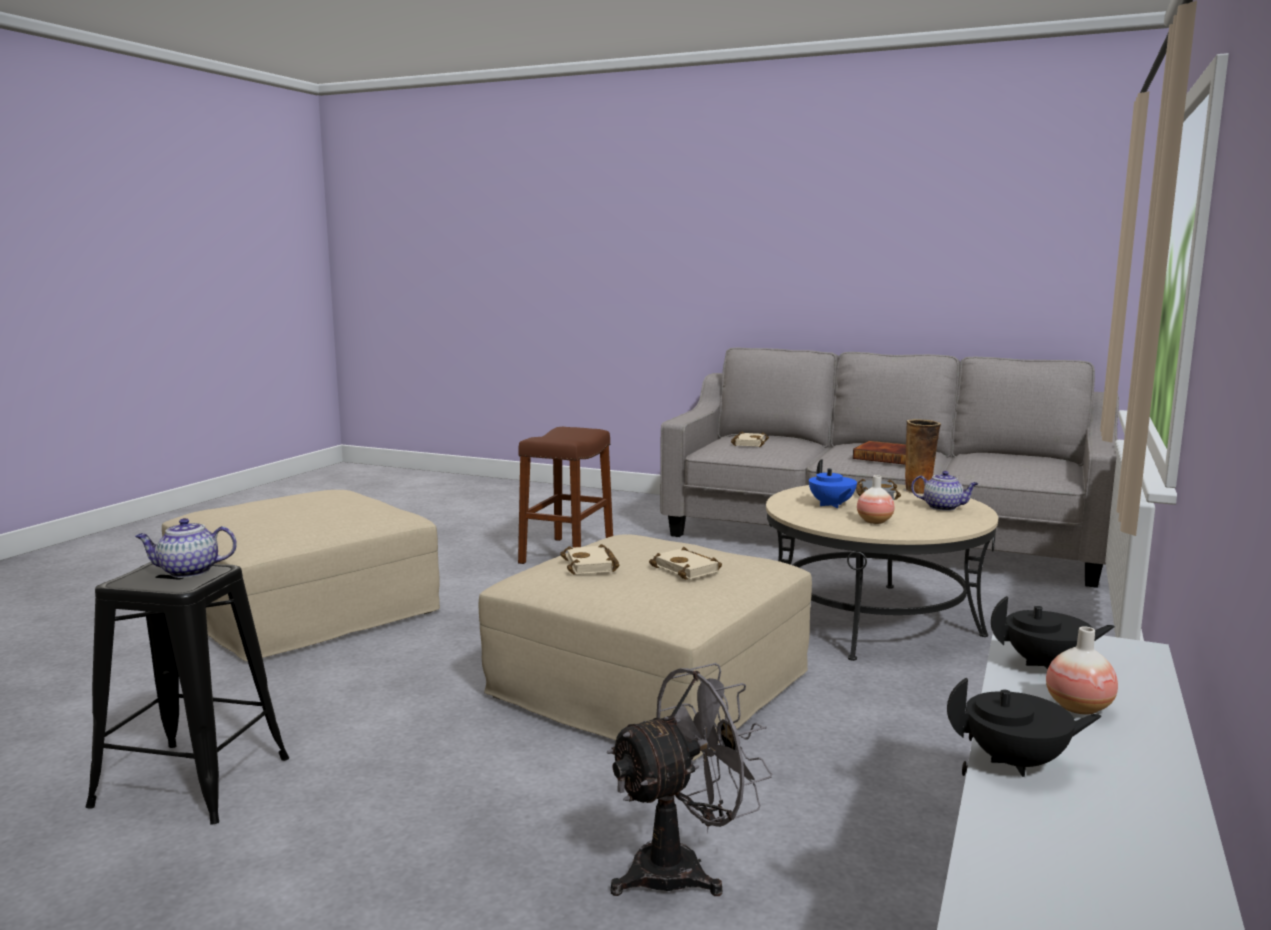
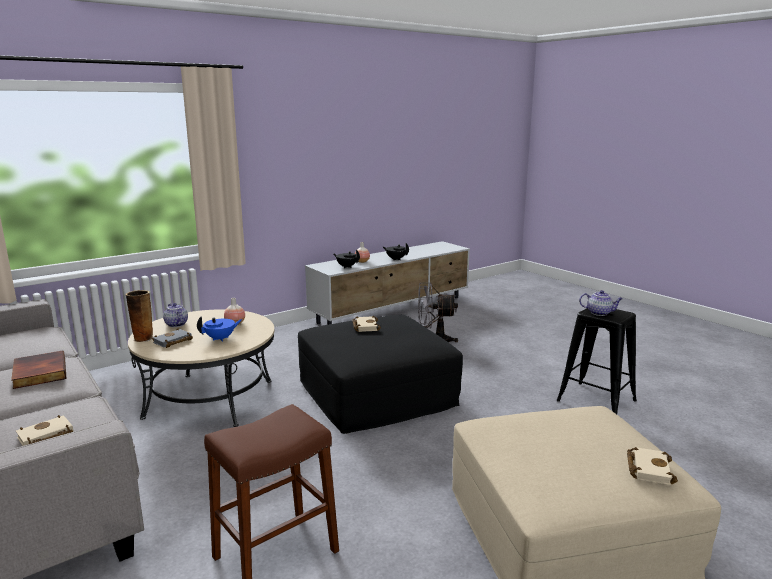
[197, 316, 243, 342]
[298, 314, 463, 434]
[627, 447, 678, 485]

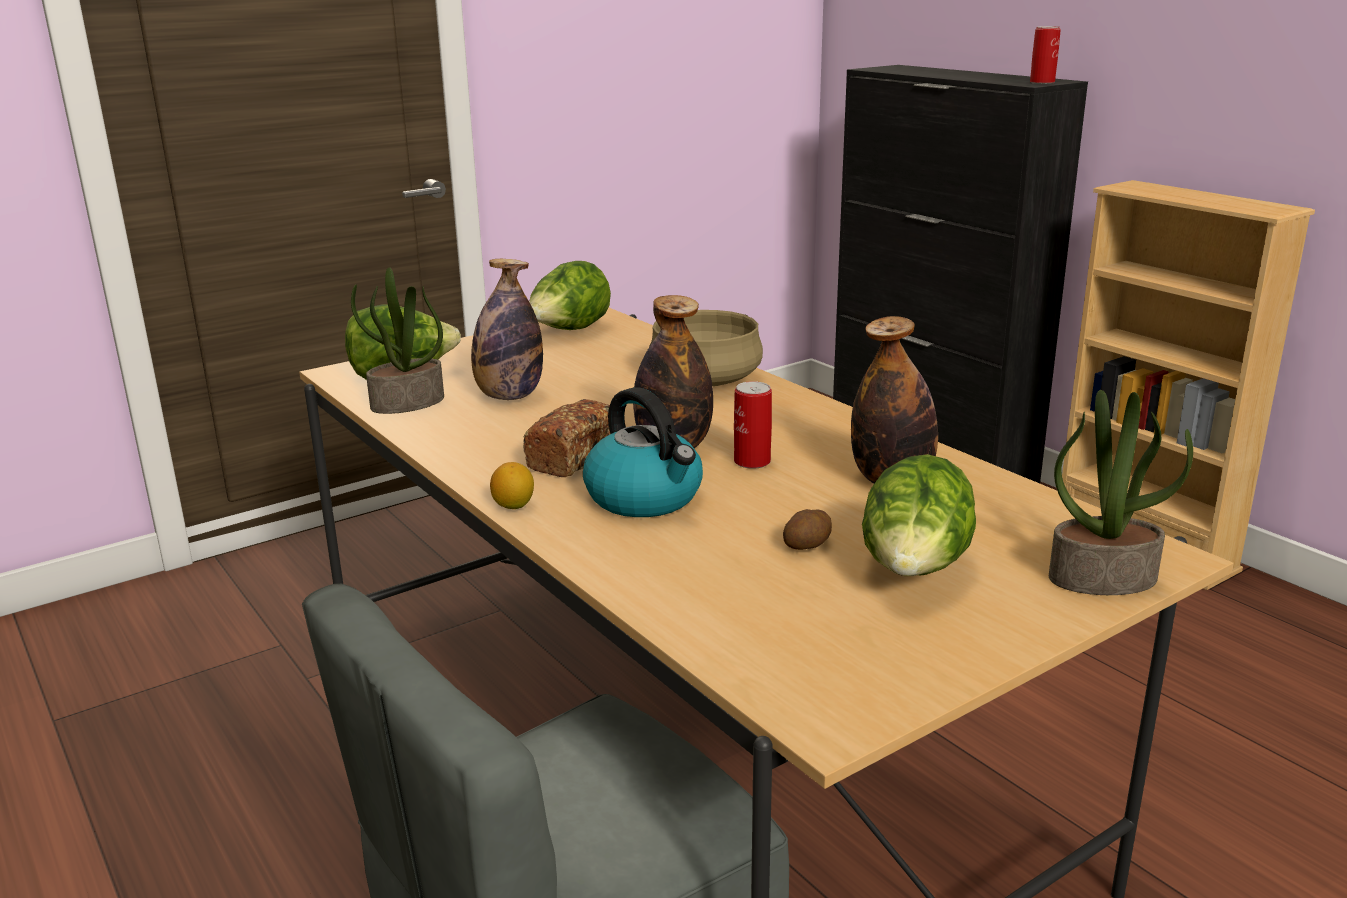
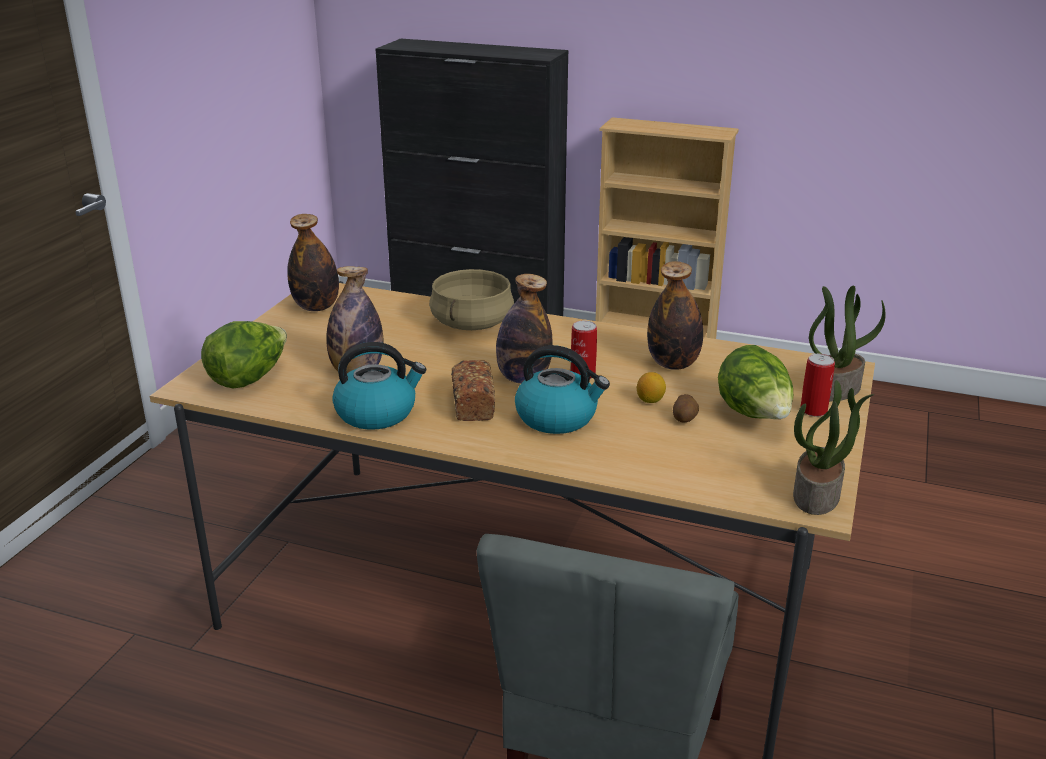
[800, 354, 835, 417]
[287, 214, 339, 311]
[793, 380, 874, 515]
[637, 372, 666, 403]
[332, 342, 426, 430]

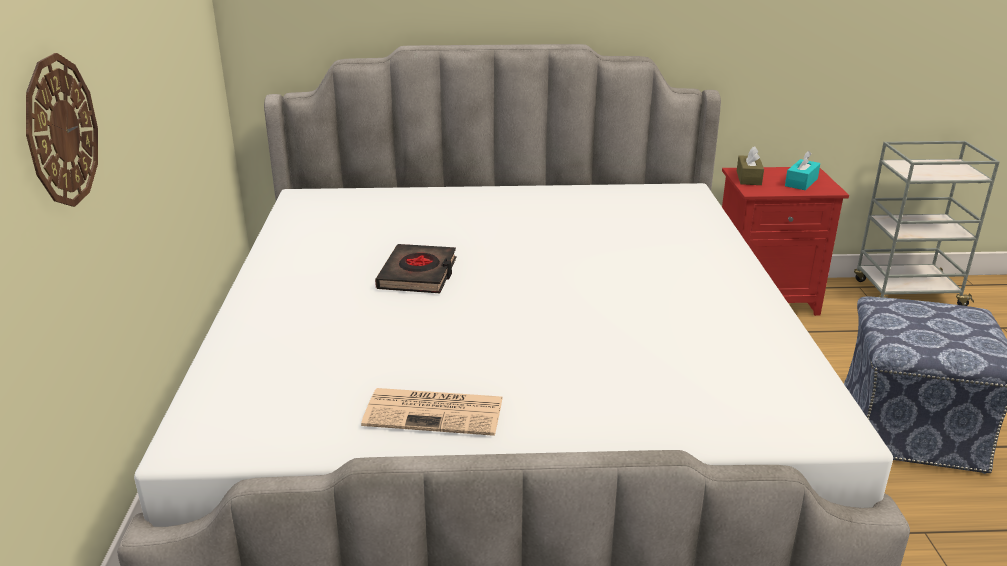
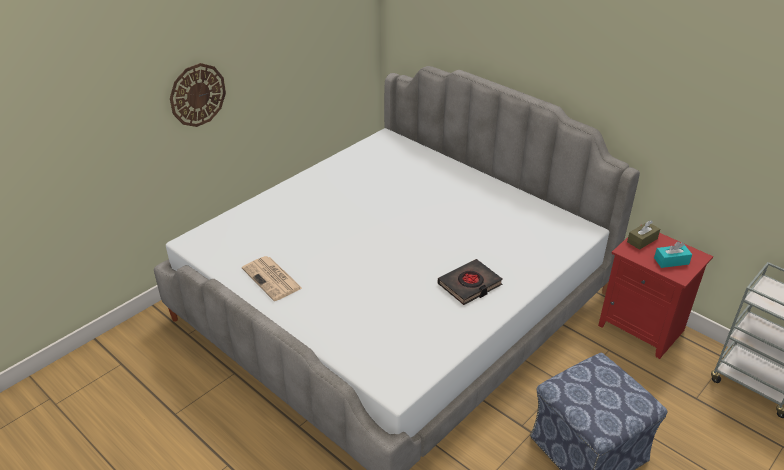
[438, 259, 503, 305]

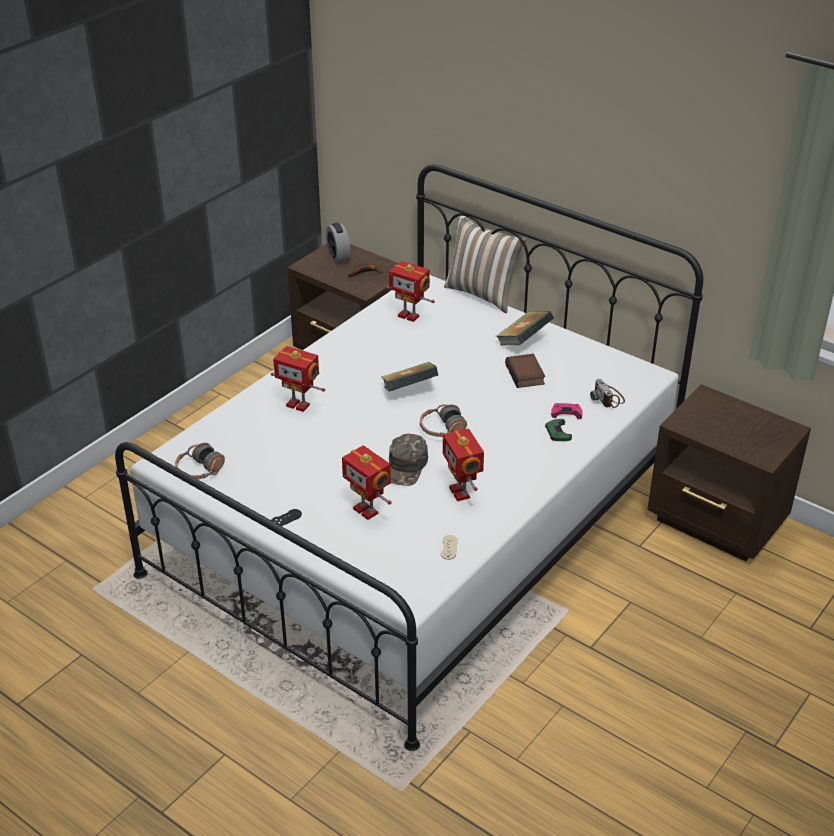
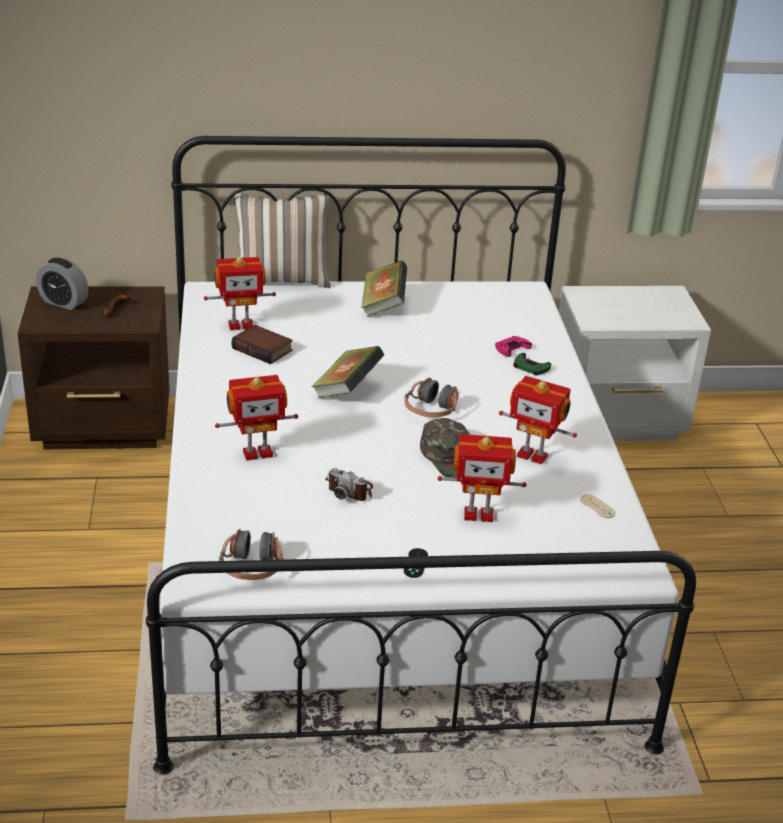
[232, 325, 293, 364]
[325, 468, 373, 501]
[559, 286, 711, 441]

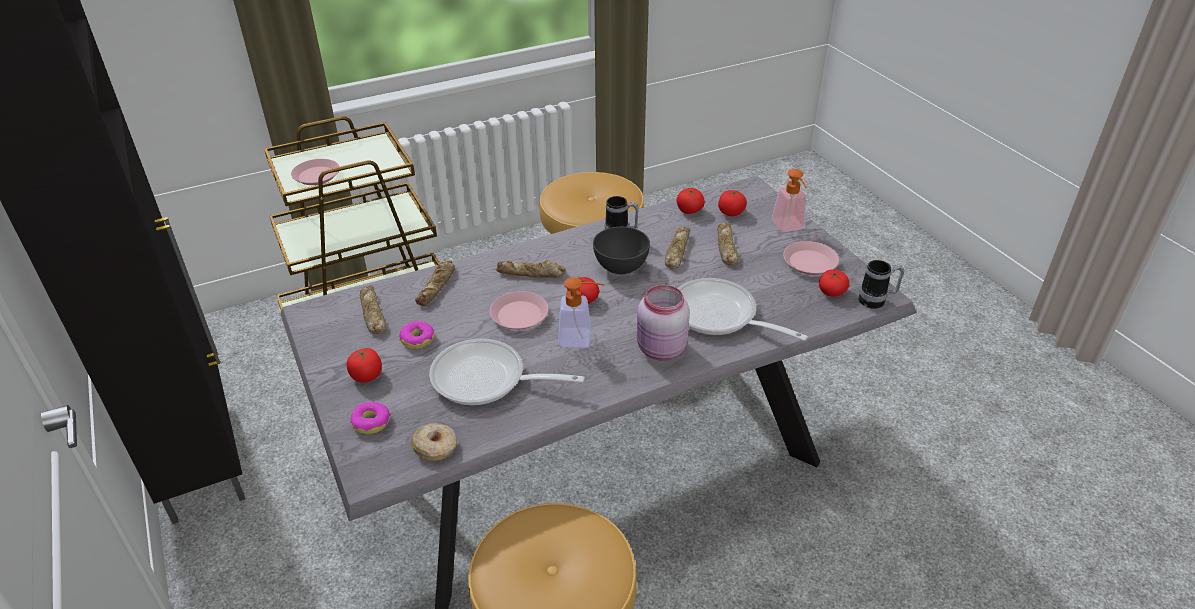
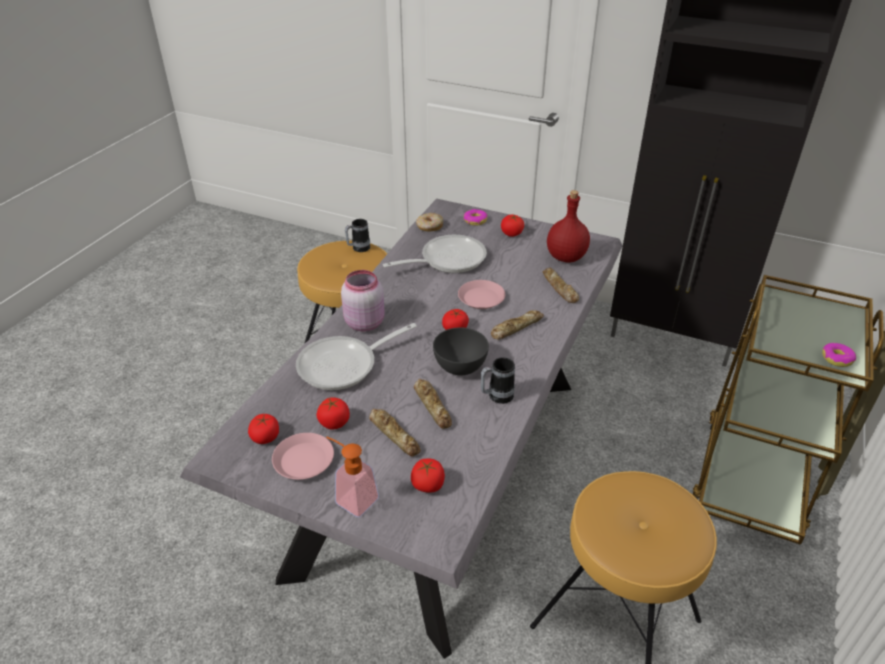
[291, 159, 340, 185] (first image)
[317, 397, 350, 430]
[345, 219, 370, 252]
[558, 277, 605, 348] (first image)
[296, 323, 417, 390]
[547, 190, 590, 262]
[822, 343, 856, 367]

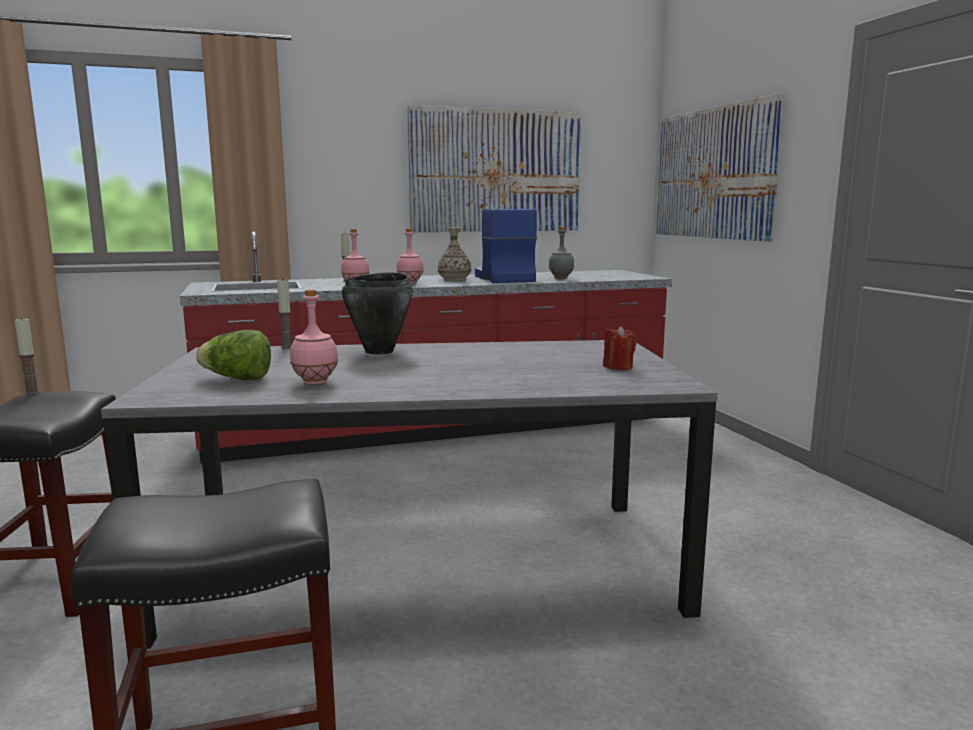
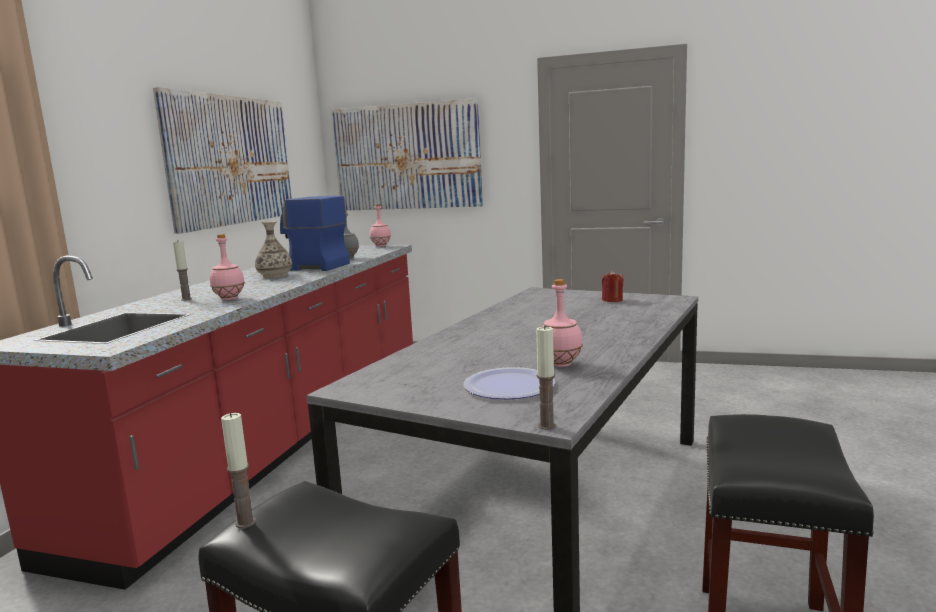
[370, 204, 391, 247]
[342, 272, 412, 354] (first image)
[536, 325, 556, 430]
[464, 367, 555, 399]

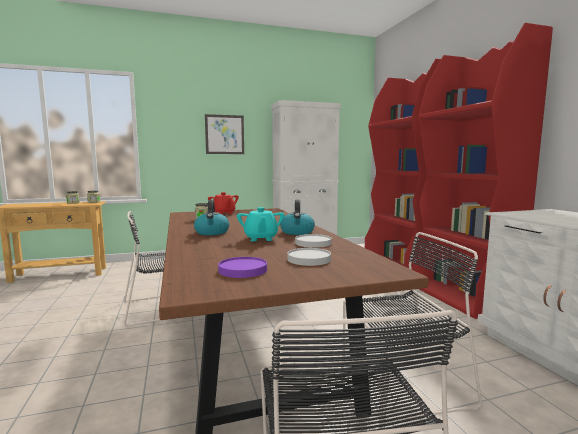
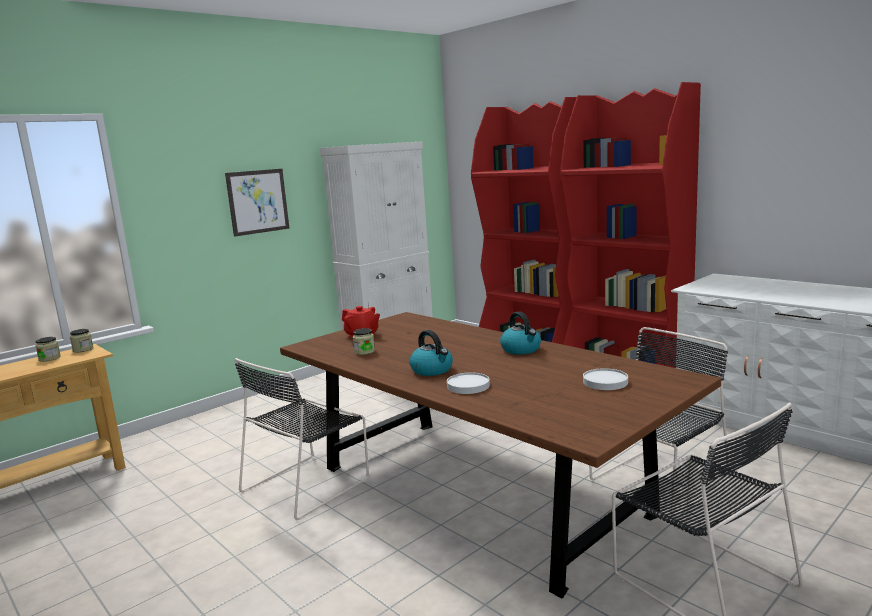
[237, 207, 285, 241] (first image)
[447, 372, 490, 394]
[218, 257, 267, 278] (first image)

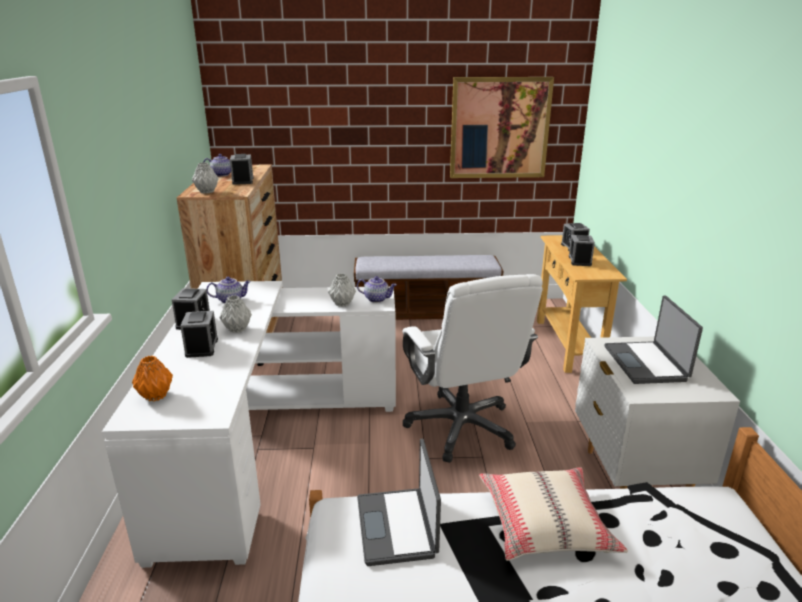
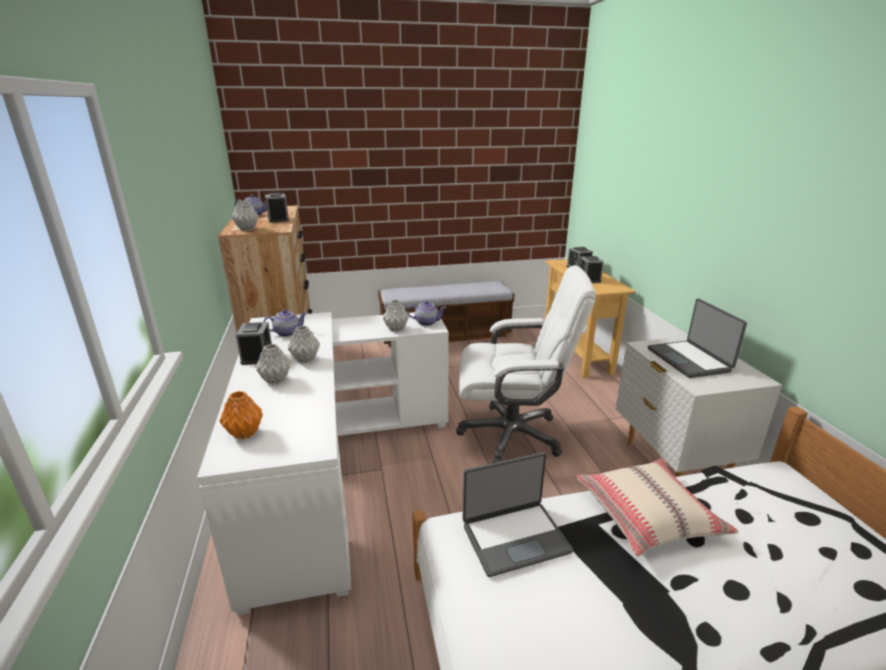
[450, 77, 554, 178] (first image)
[456, 265, 596, 463]
[256, 344, 291, 385]
[462, 452, 573, 577]

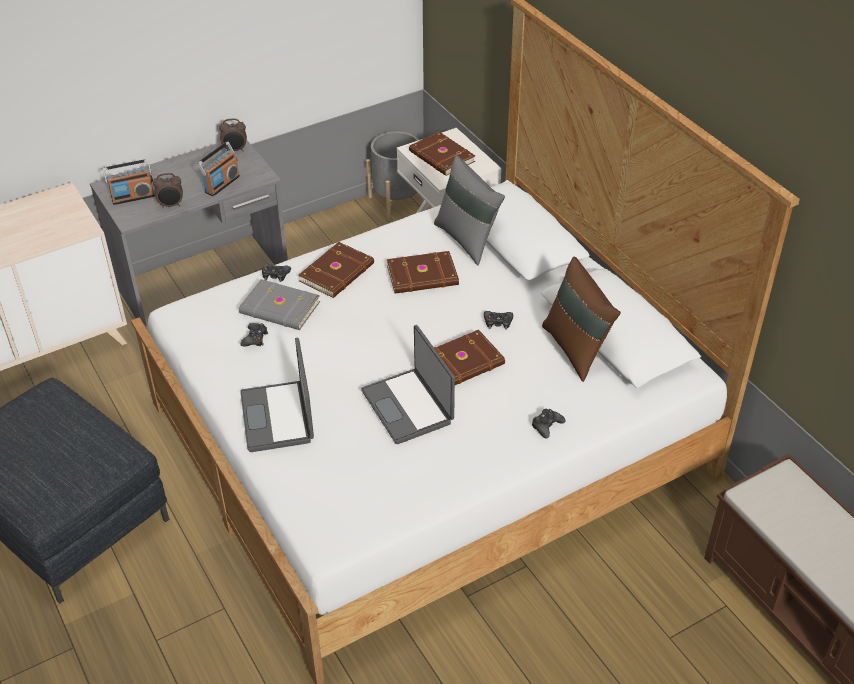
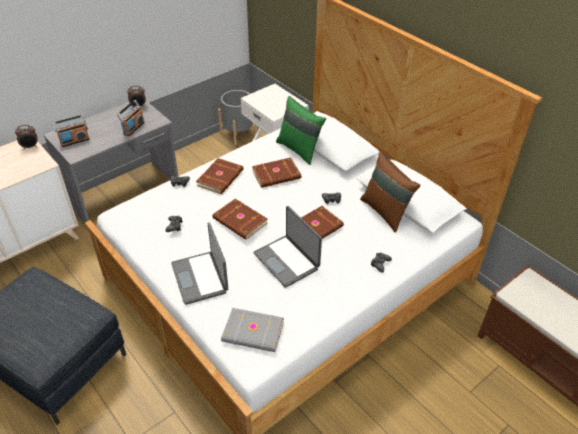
[212, 199, 268, 240]
[276, 96, 326, 165]
[15, 125, 38, 149]
[221, 308, 284, 352]

